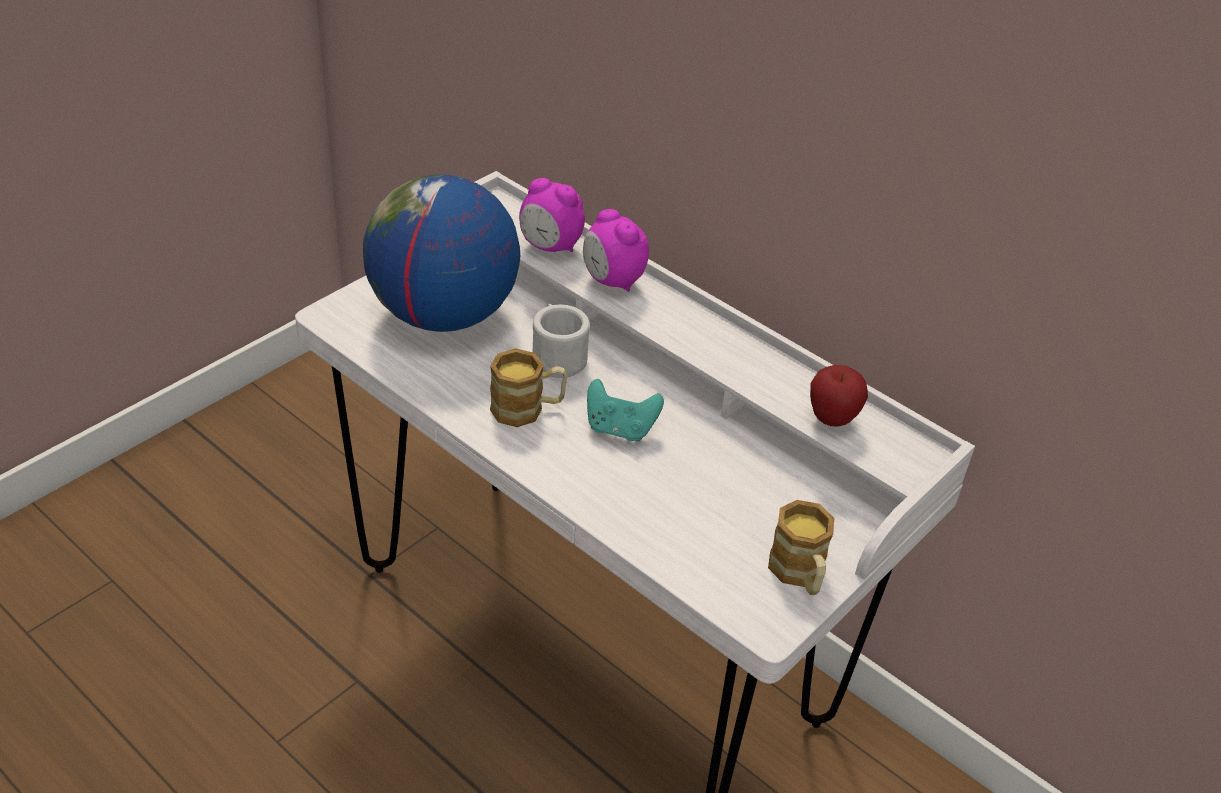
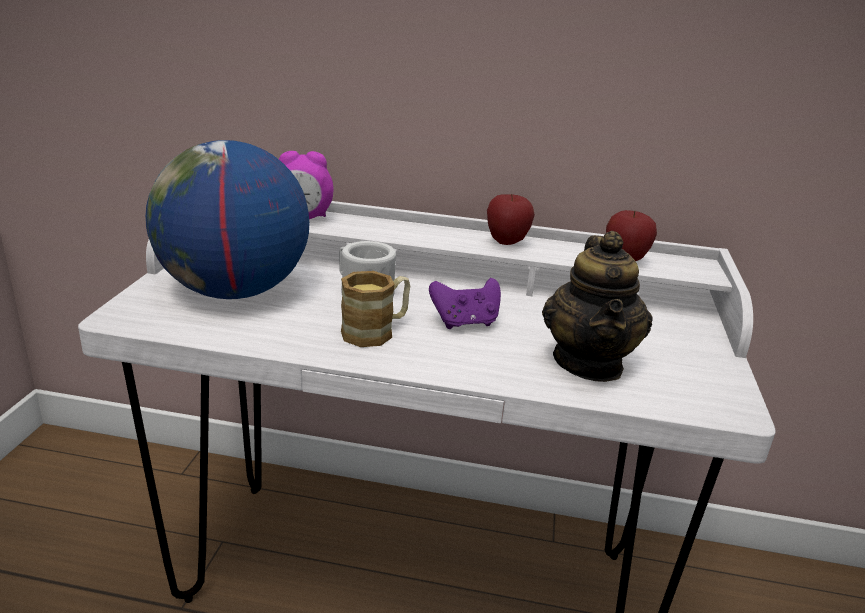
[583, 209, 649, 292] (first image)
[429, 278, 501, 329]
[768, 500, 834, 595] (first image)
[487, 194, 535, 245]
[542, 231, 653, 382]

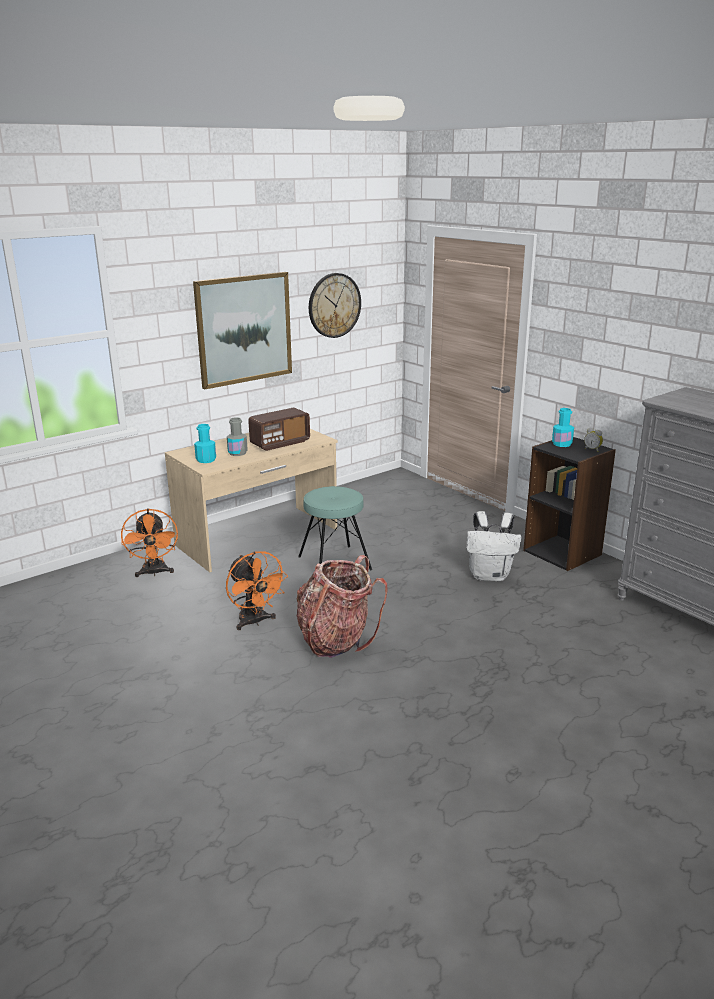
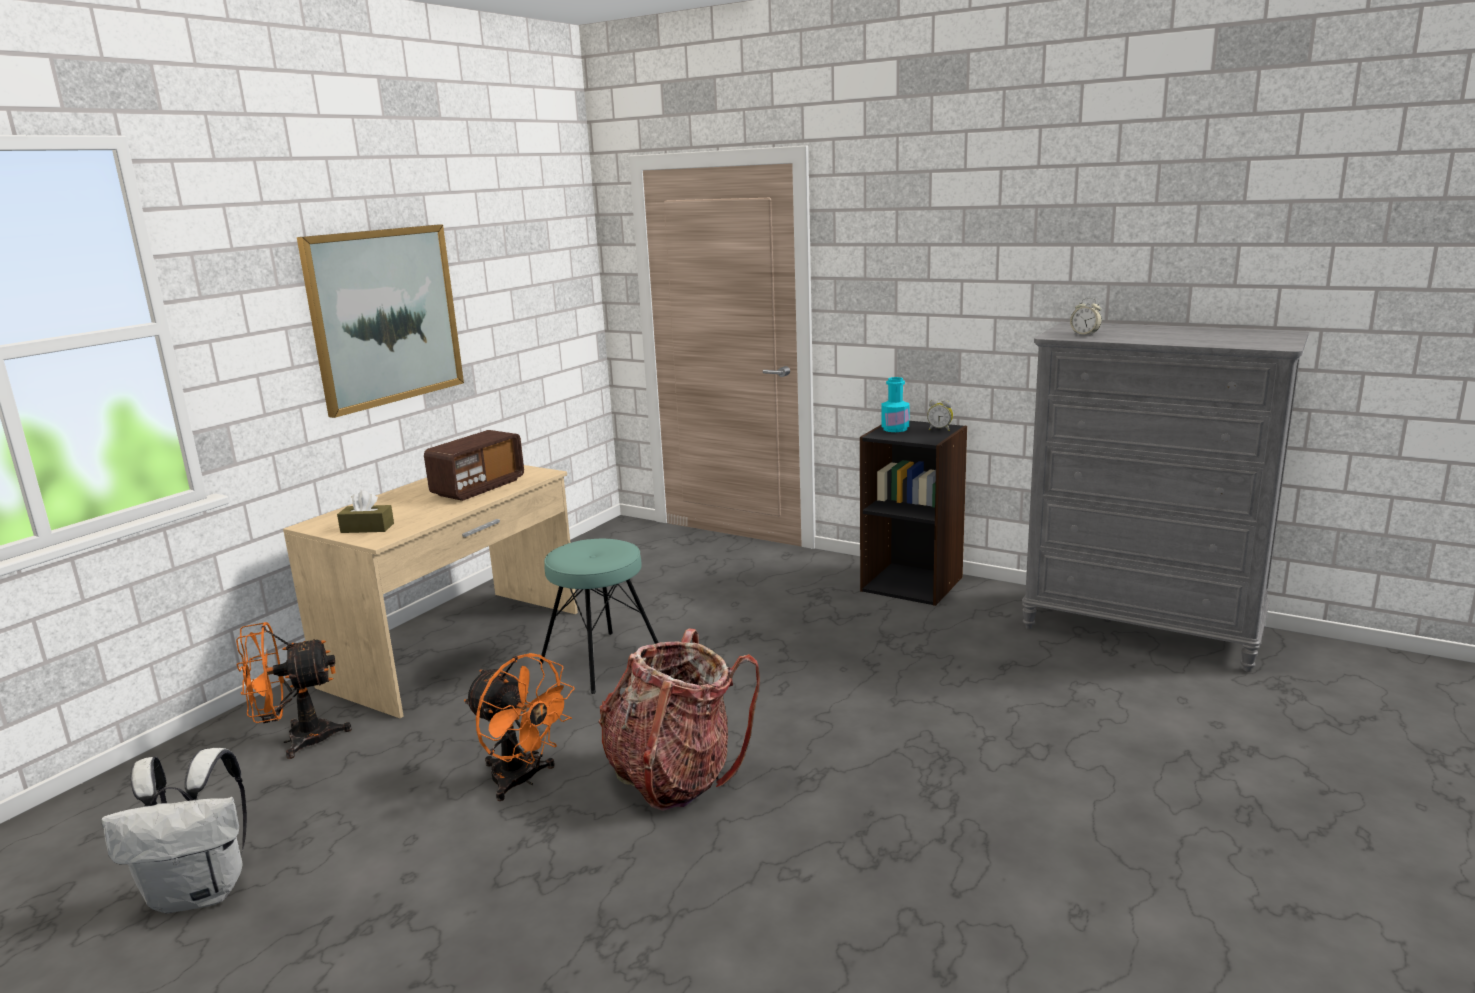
[309, 273, 361, 338] (first image)
[227, 417, 248, 456] (first image)
[337, 490, 394, 533]
[236, 622, 352, 759]
[101, 748, 247, 913]
[1070, 298, 1102, 336]

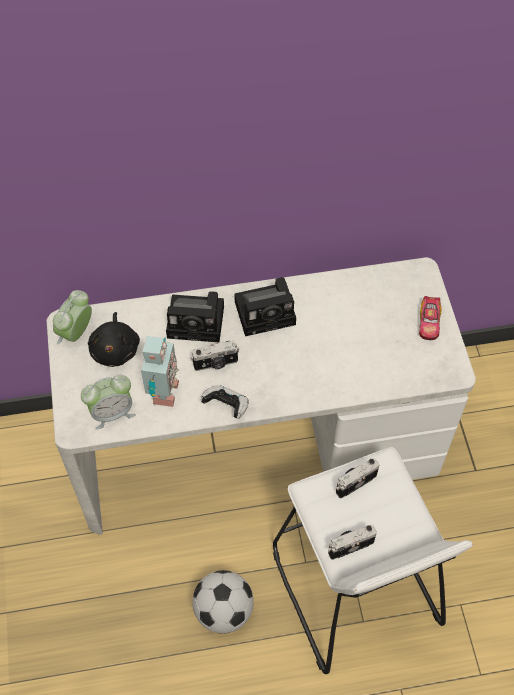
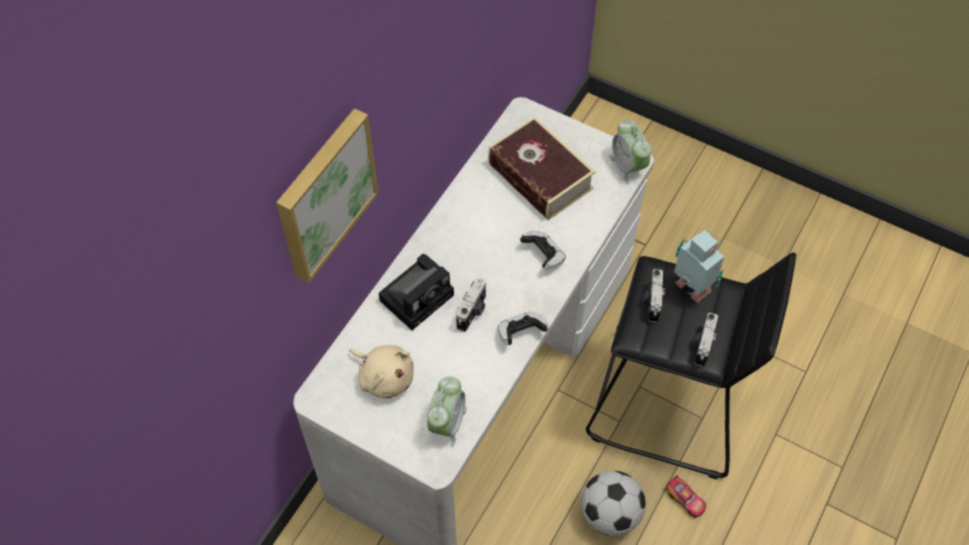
[234, 277, 296, 336] (first image)
[609, 120, 652, 185]
[666, 475, 706, 517]
[349, 345, 414, 398]
[674, 230, 725, 303]
[586, 252, 796, 479]
[276, 108, 379, 283]
[488, 117, 596, 220]
[520, 231, 566, 270]

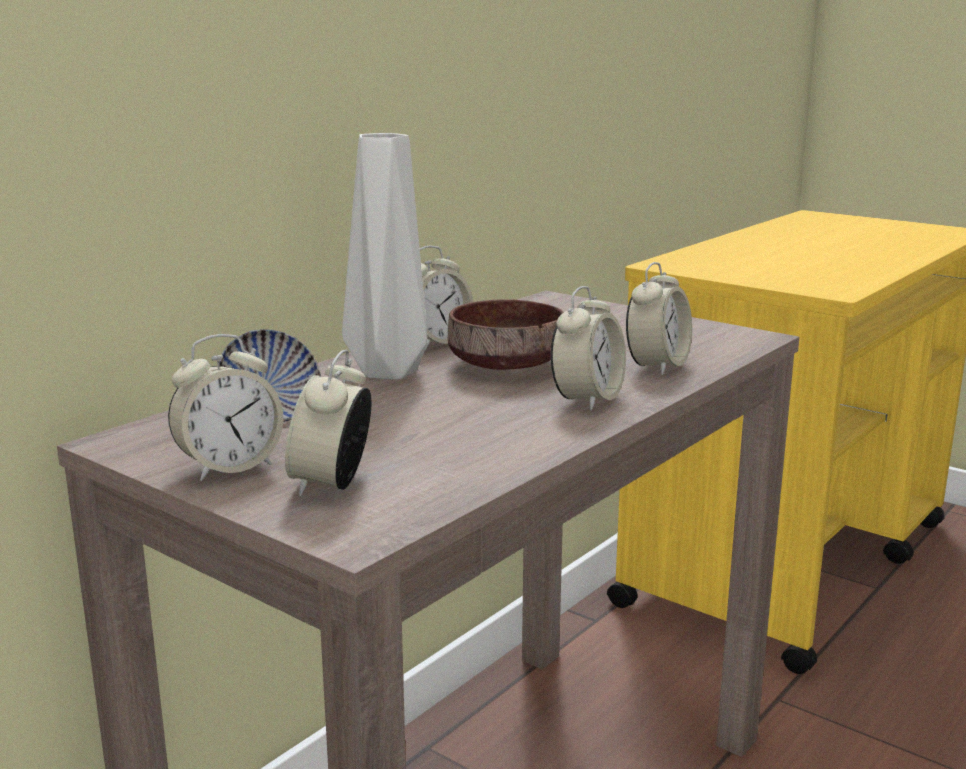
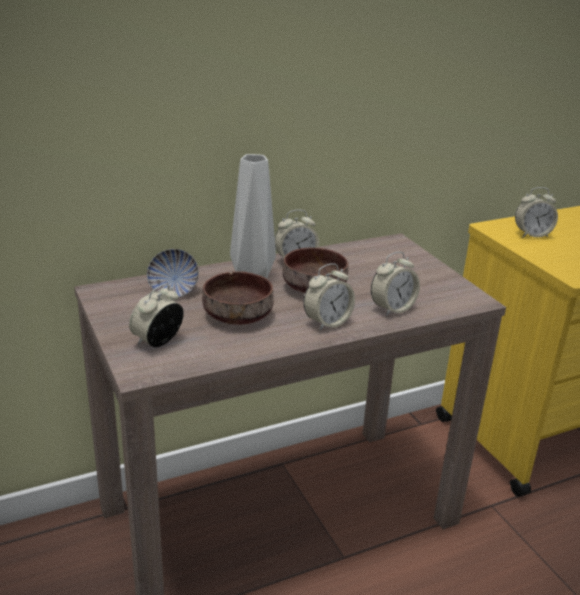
[515, 187, 558, 237]
[202, 271, 274, 324]

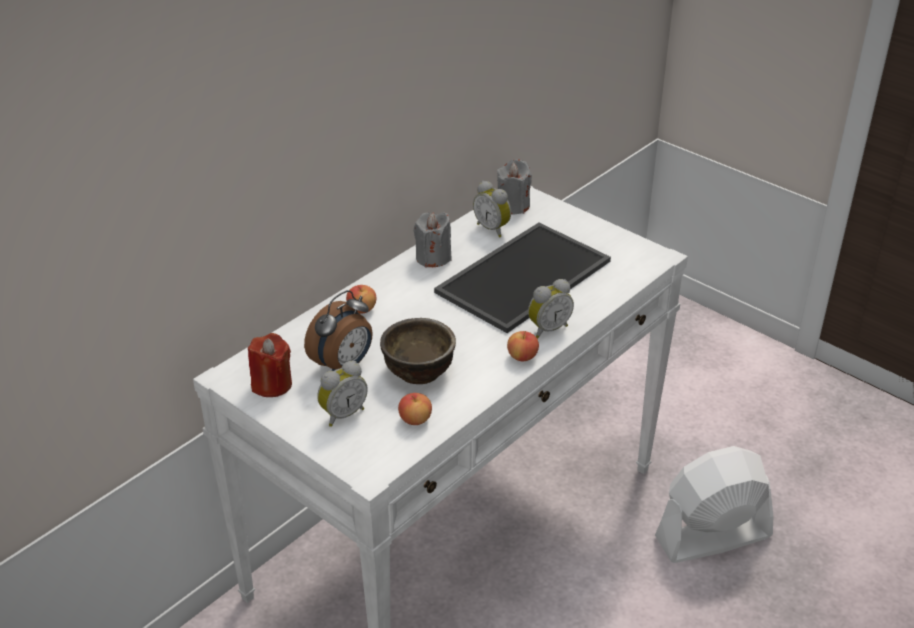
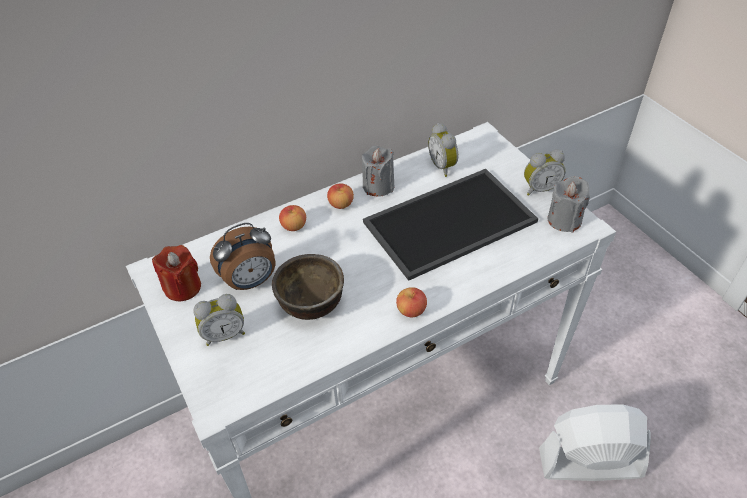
[548, 176, 590, 233]
[524, 149, 565, 196]
[327, 183, 354, 209]

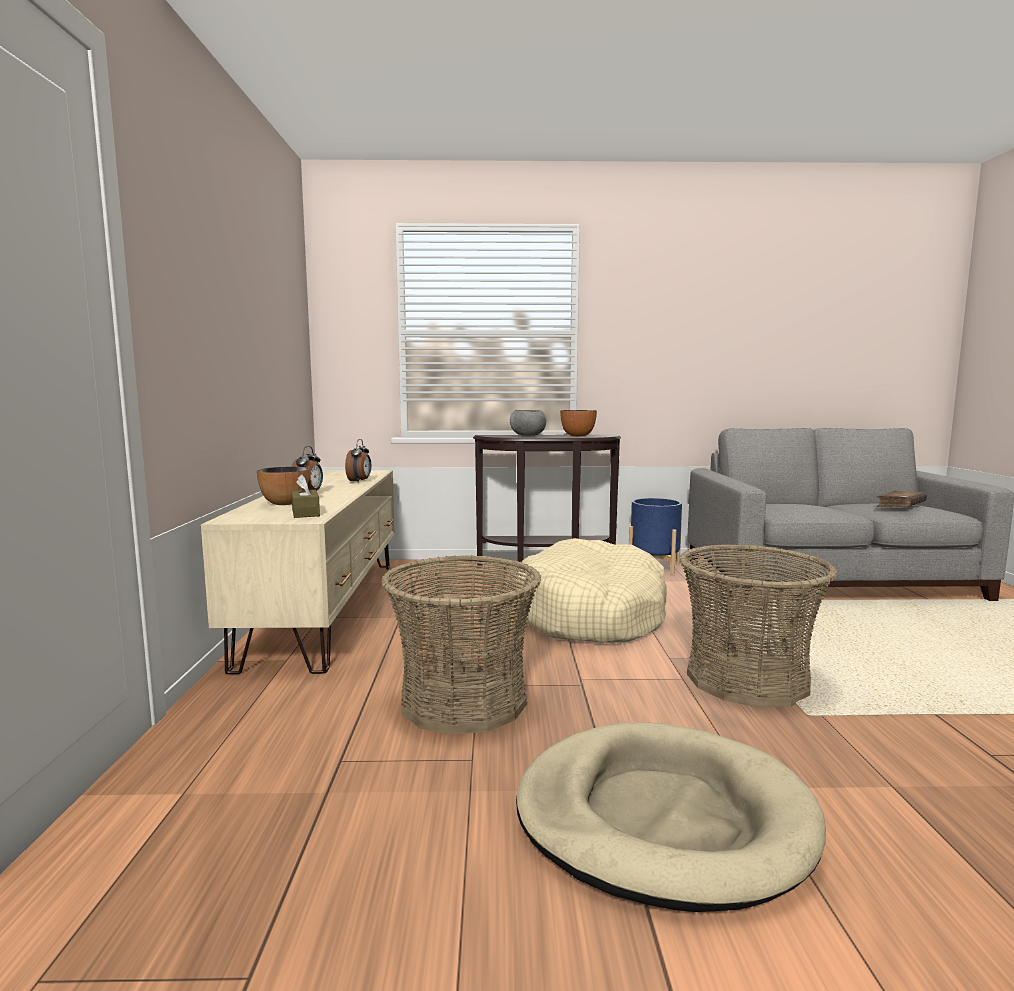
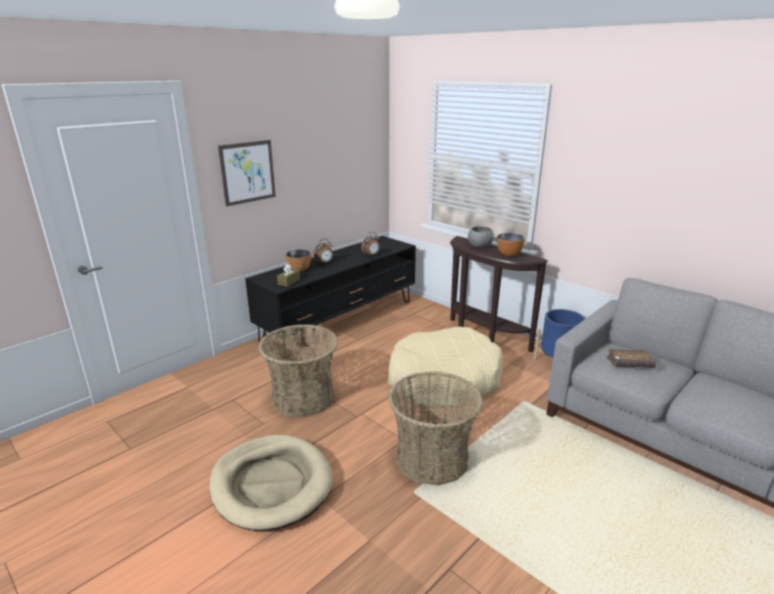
[245, 236, 416, 358]
[607, 349, 656, 368]
[218, 140, 276, 207]

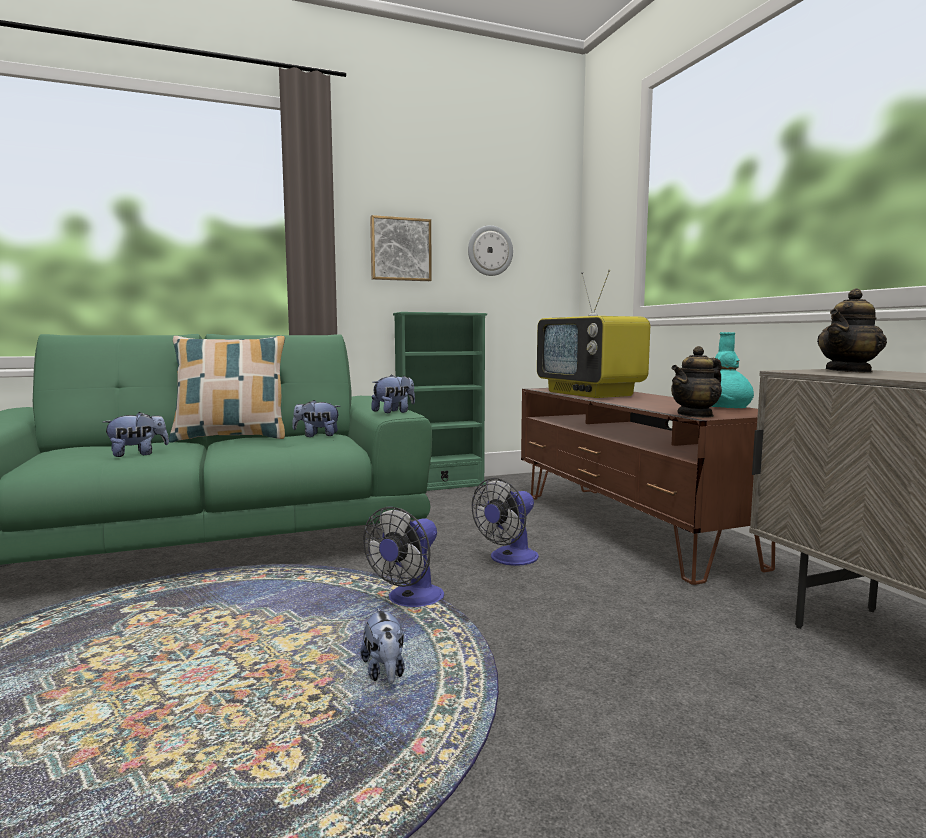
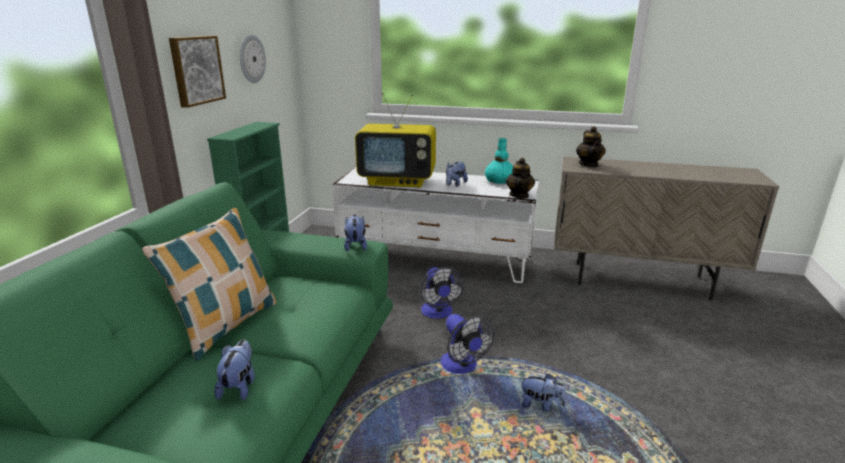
[332, 167, 539, 283]
[446, 162, 468, 187]

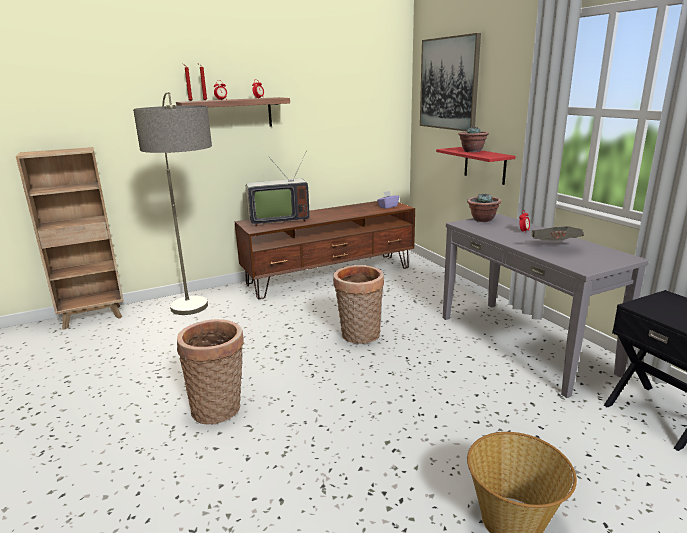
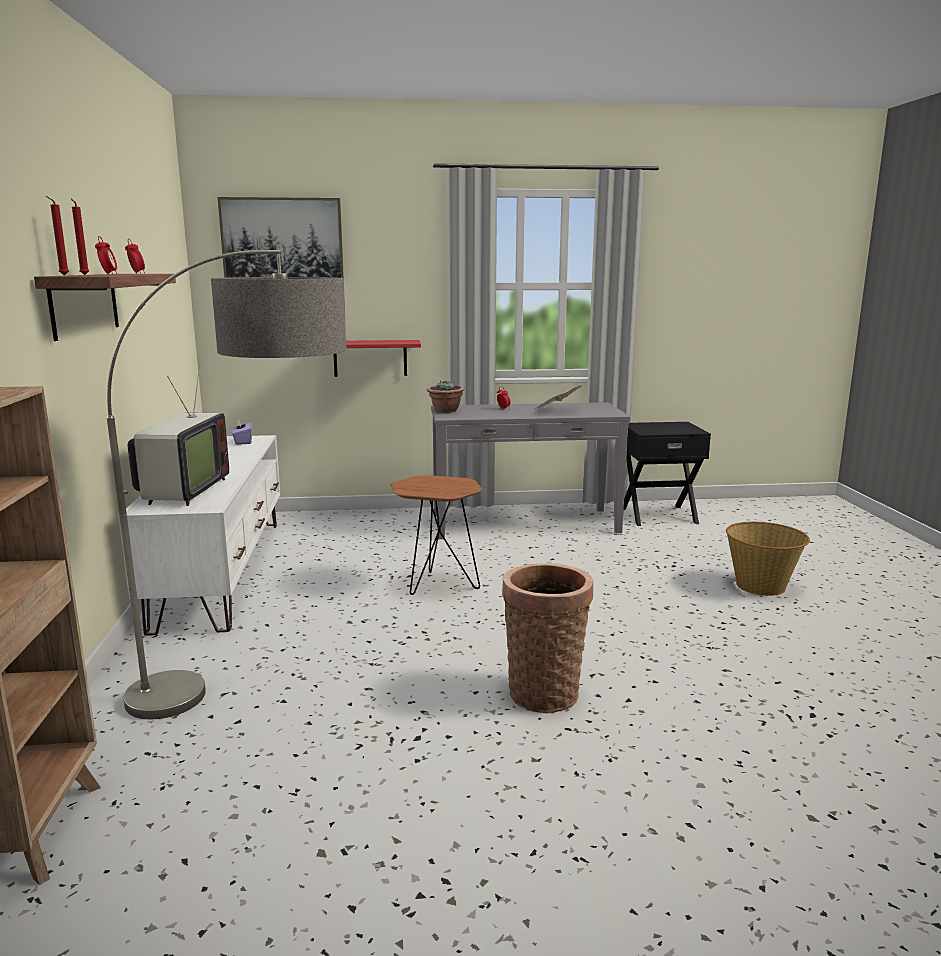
[458, 127, 489, 152] (first image)
[118, 435, 280, 636]
[391, 475, 482, 595]

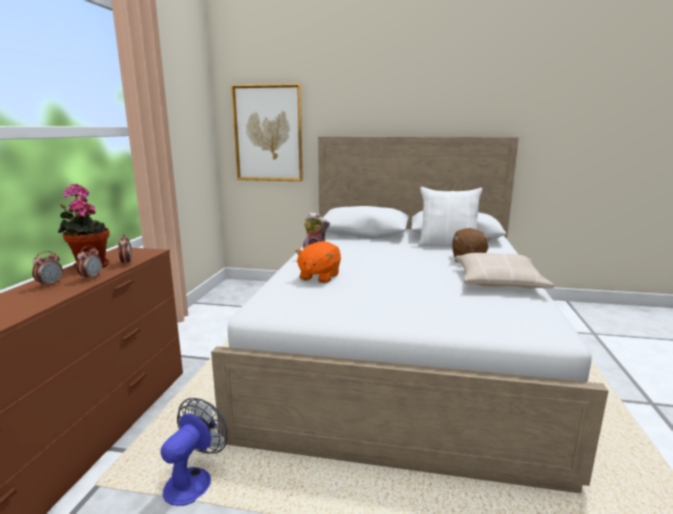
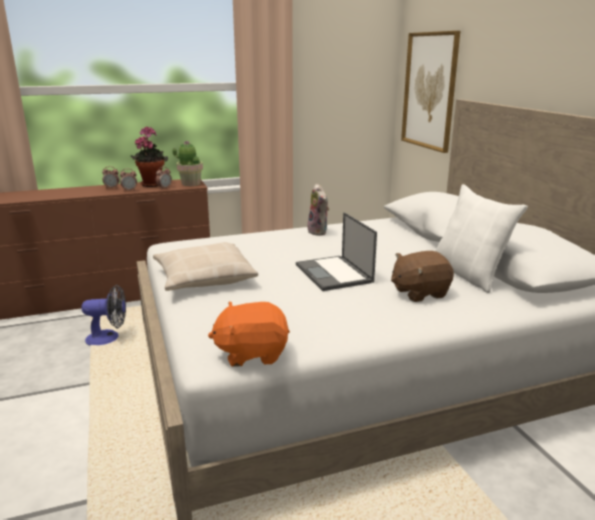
[208, 302, 290, 367]
[153, 242, 258, 291]
[173, 141, 203, 186]
[296, 212, 377, 291]

